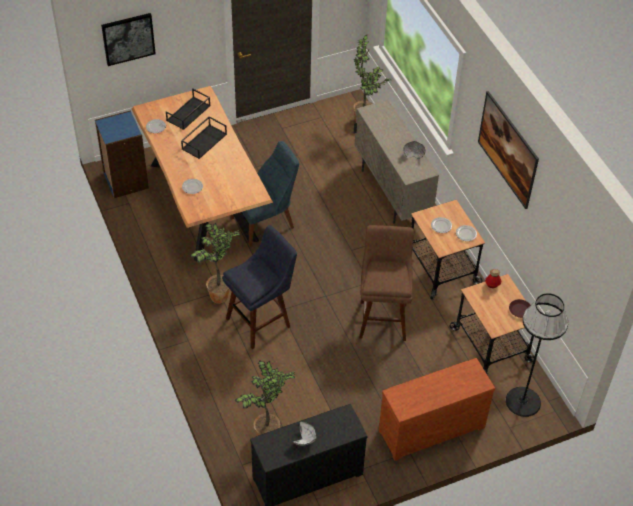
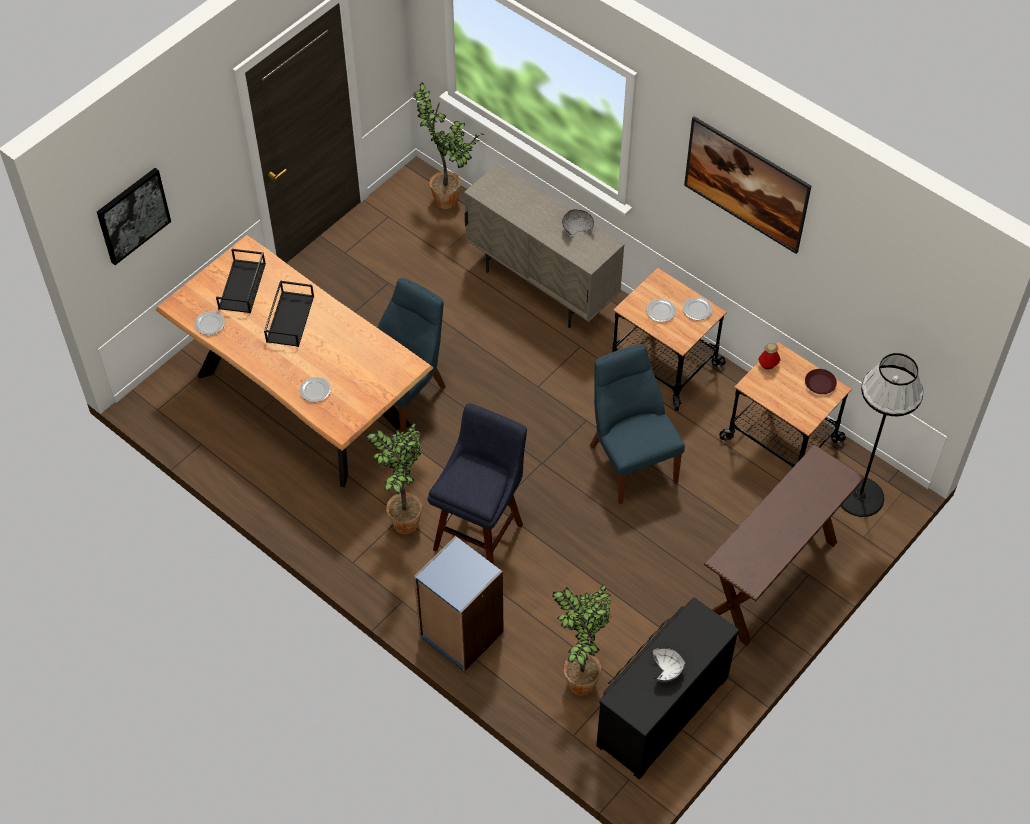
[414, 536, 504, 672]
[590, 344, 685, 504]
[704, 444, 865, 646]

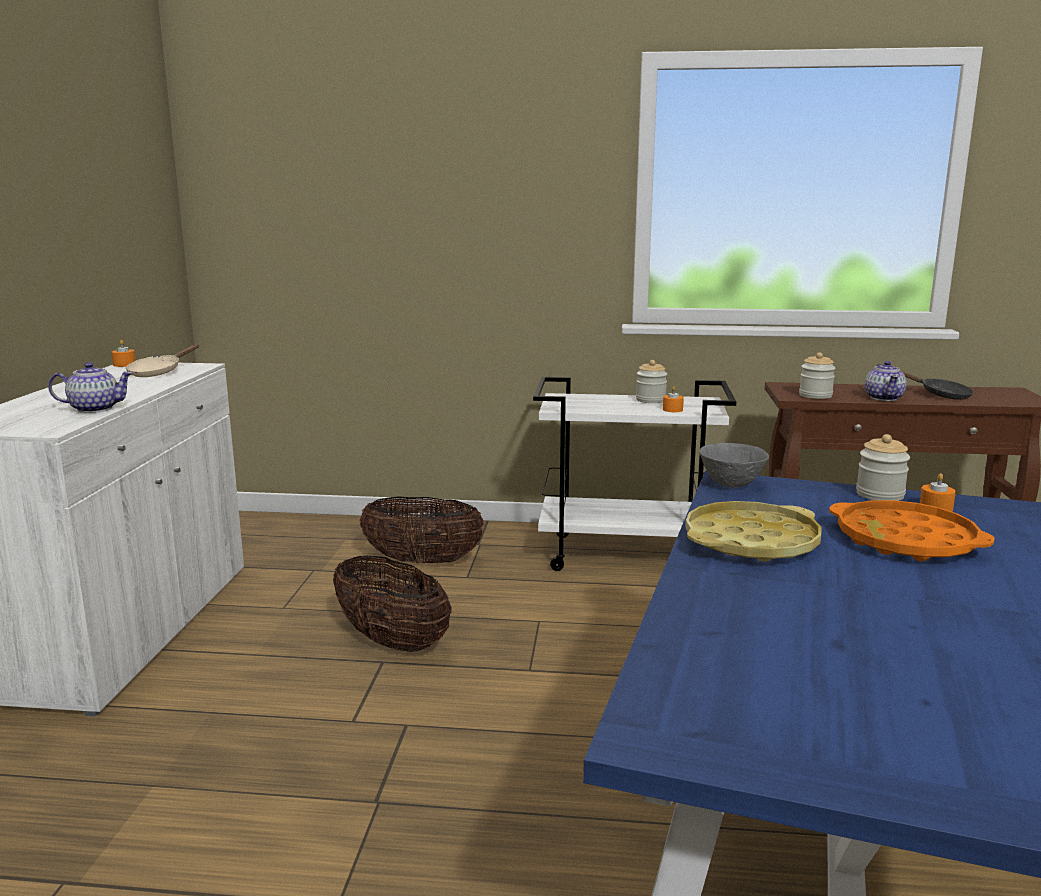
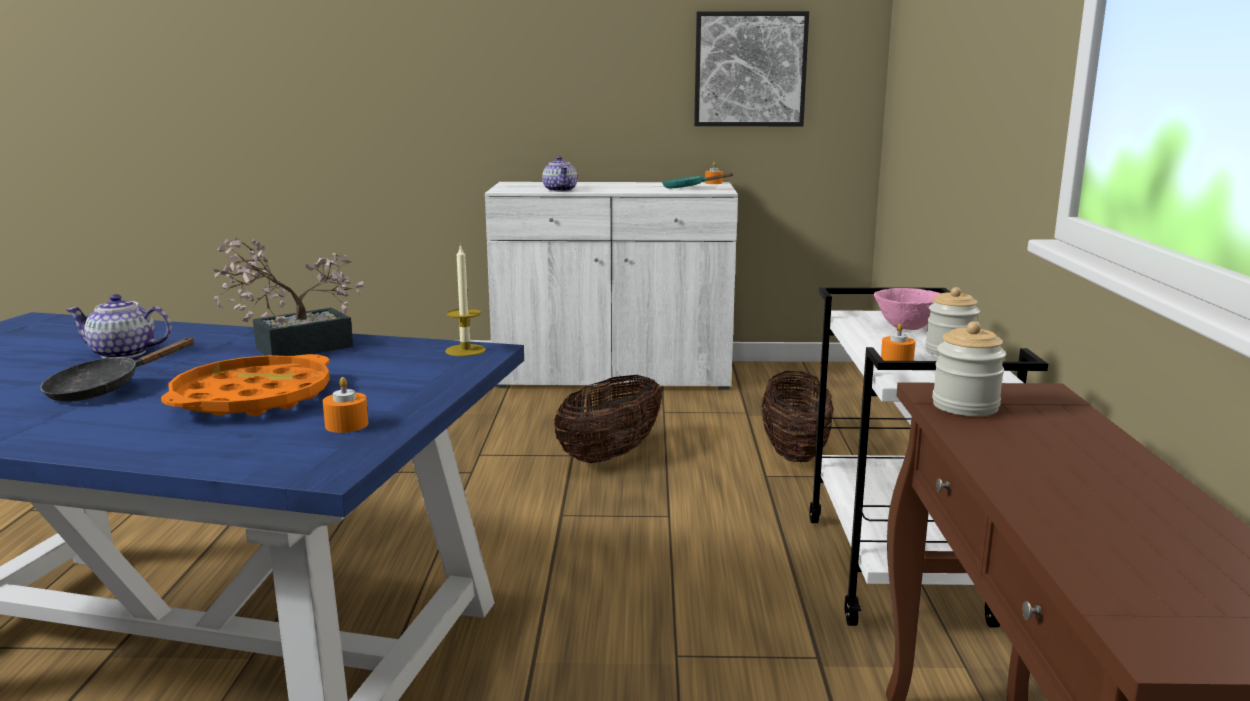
[40, 338, 196, 402]
[66, 294, 172, 358]
[213, 237, 364, 356]
[445, 244, 486, 357]
[662, 173, 734, 188]
[694, 11, 809, 126]
[874, 288, 941, 330]
[856, 434, 910, 501] (first image)

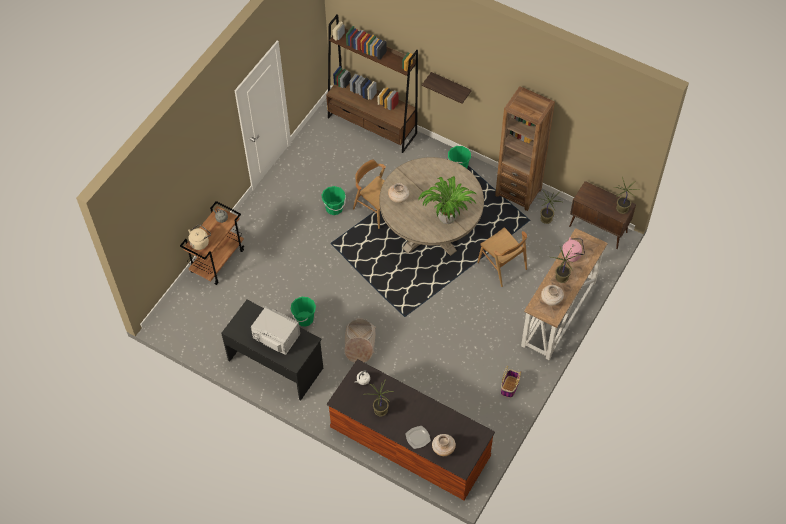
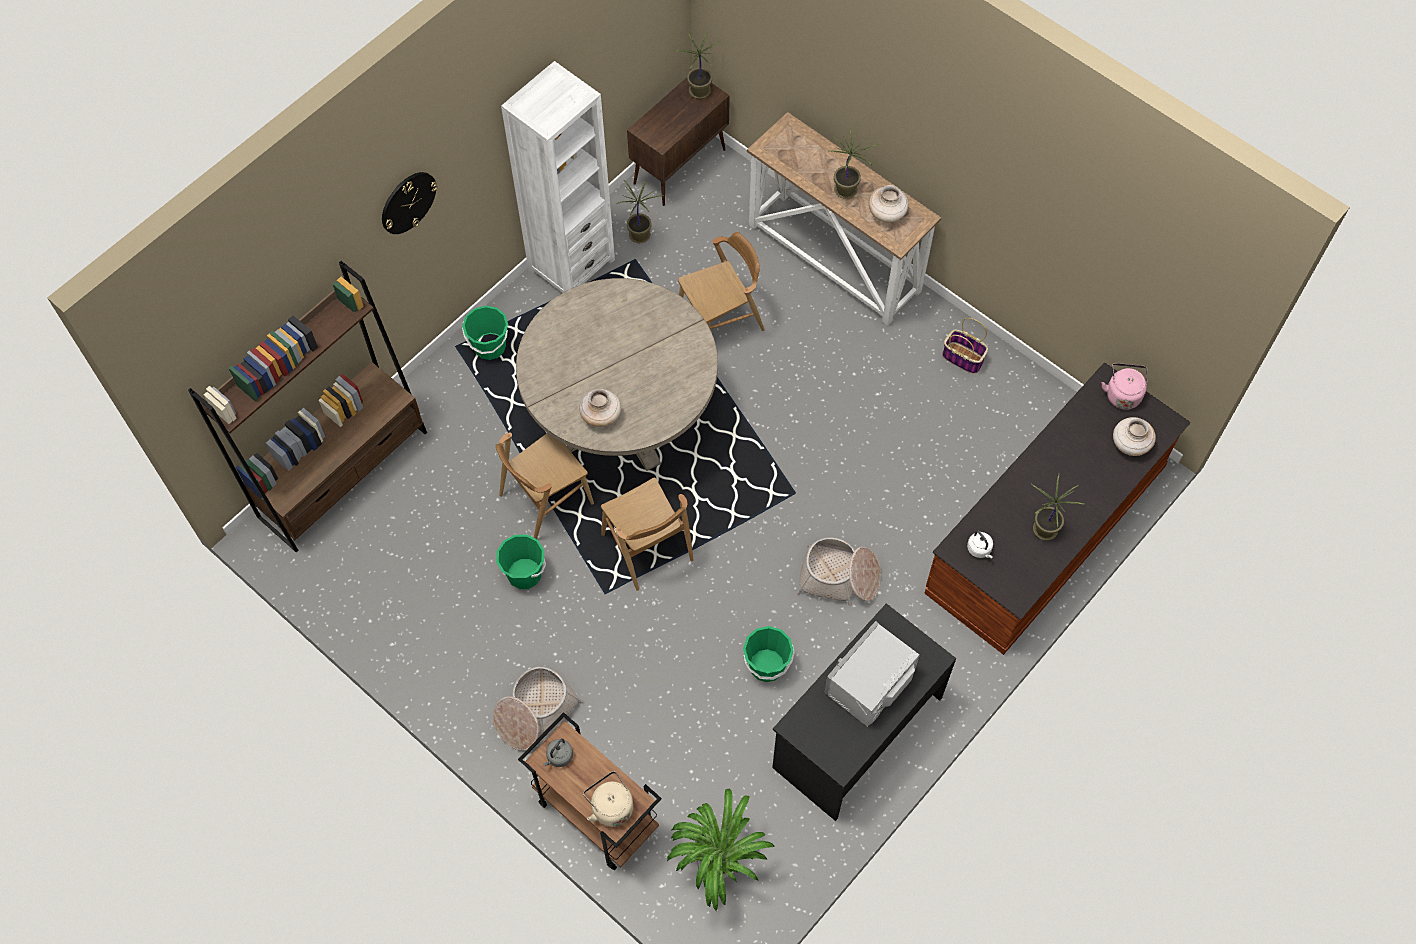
[382, 172, 438, 234]
[493, 666, 583, 751]
[501, 61, 615, 293]
[601, 478, 694, 591]
[667, 788, 775, 911]
[1102, 363, 1147, 410]
[405, 426, 431, 449] (first image)
[422, 72, 472, 104] (first image)

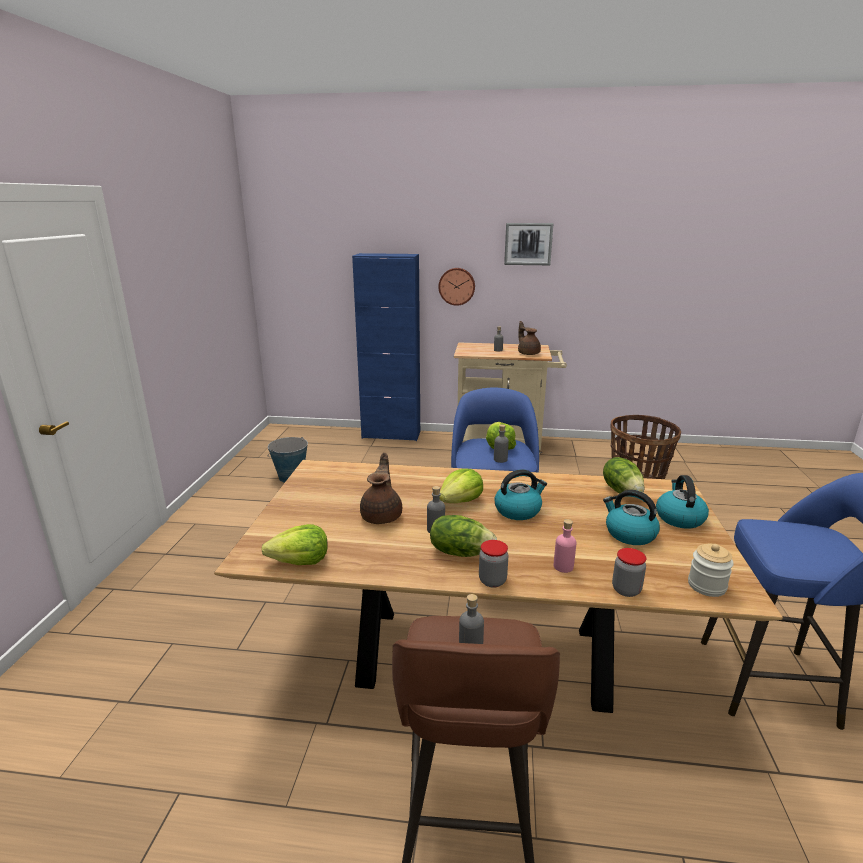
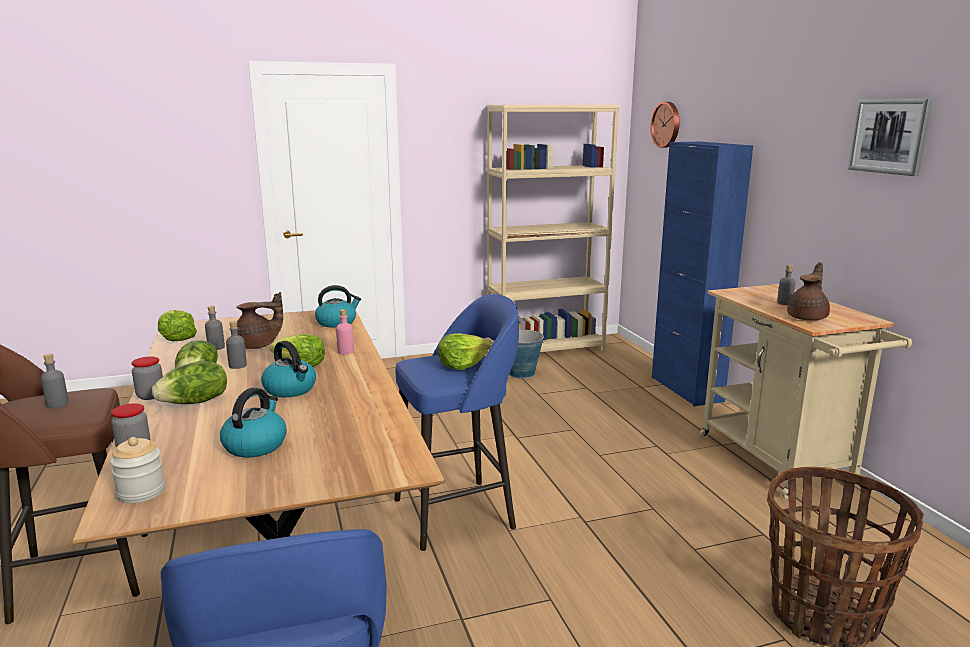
[152, 361, 227, 404]
[205, 306, 225, 350]
[315, 285, 361, 328]
[336, 309, 354, 355]
[487, 105, 619, 352]
[651, 102, 680, 148]

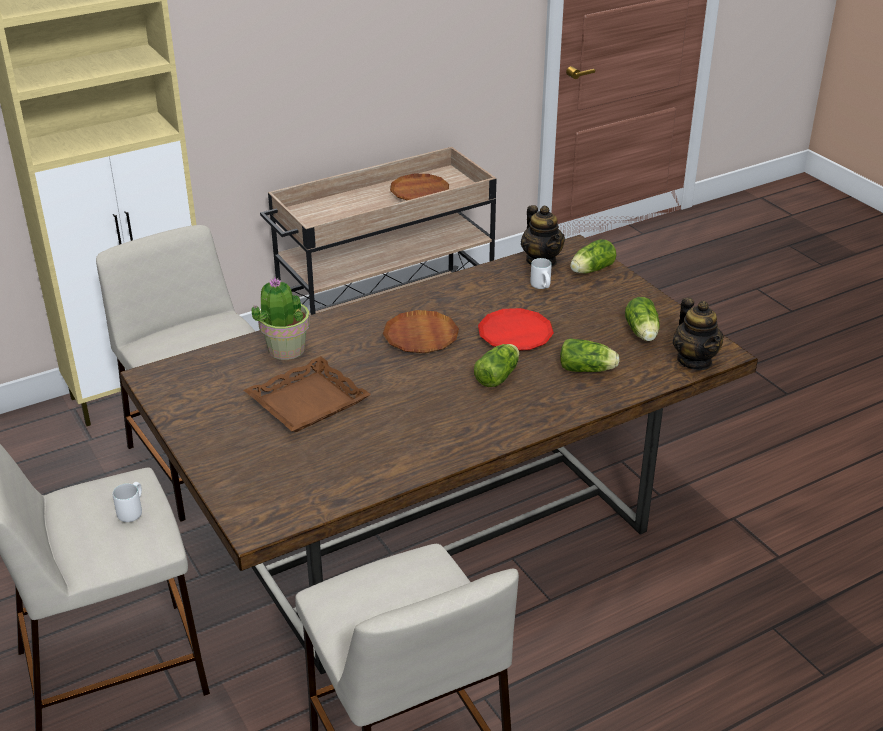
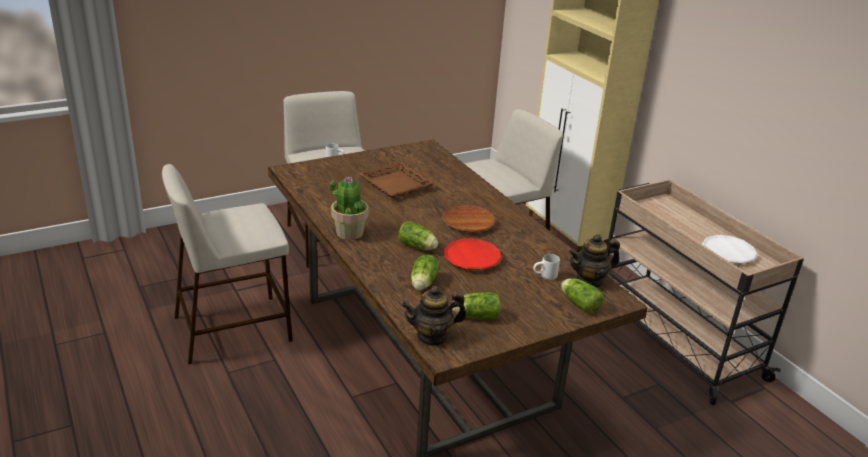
[330, 176, 369, 240]
[702, 235, 758, 264]

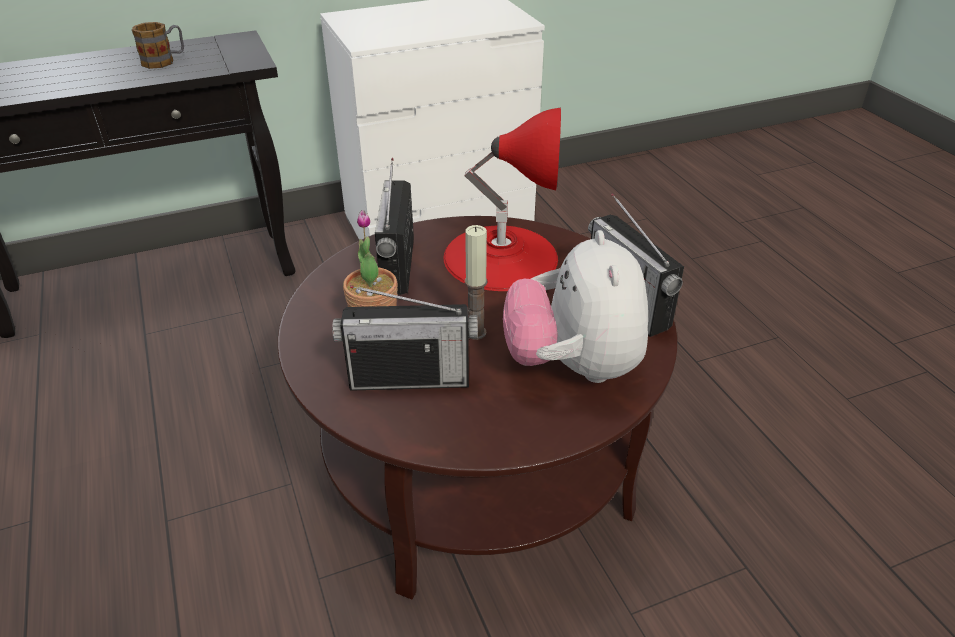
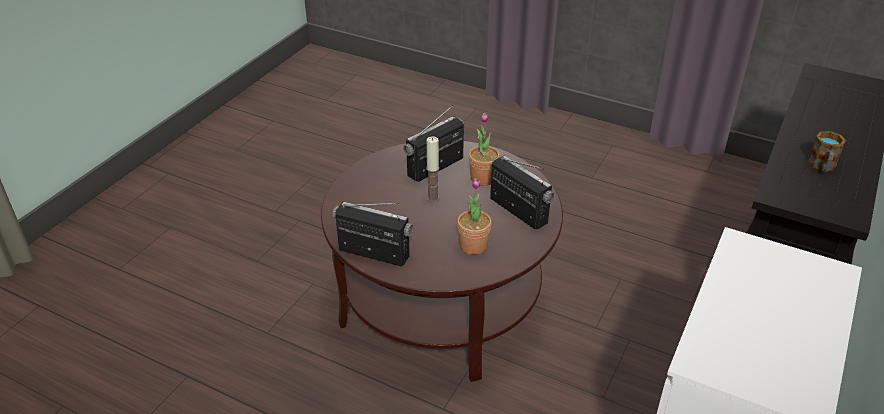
[457, 178, 492, 255]
[503, 230, 648, 383] (first image)

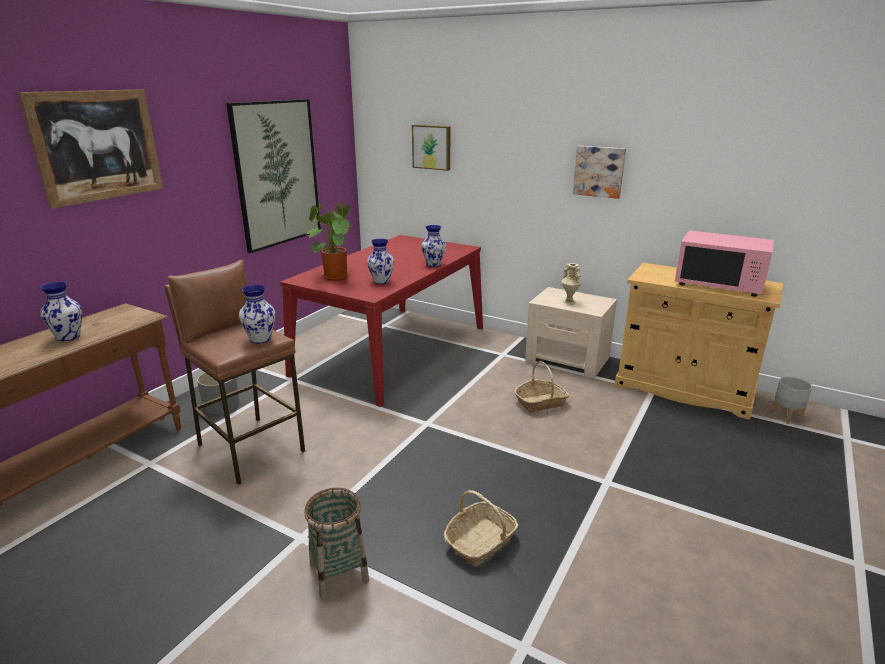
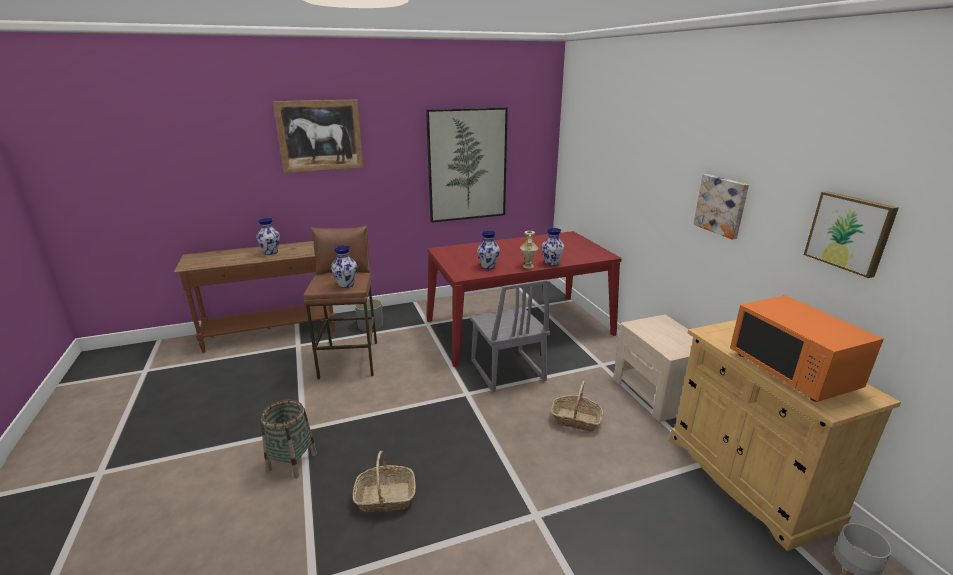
[469, 280, 550, 392]
[520, 231, 538, 269]
[730, 295, 884, 402]
[804, 191, 899, 278]
[307, 203, 356, 281] (first image)

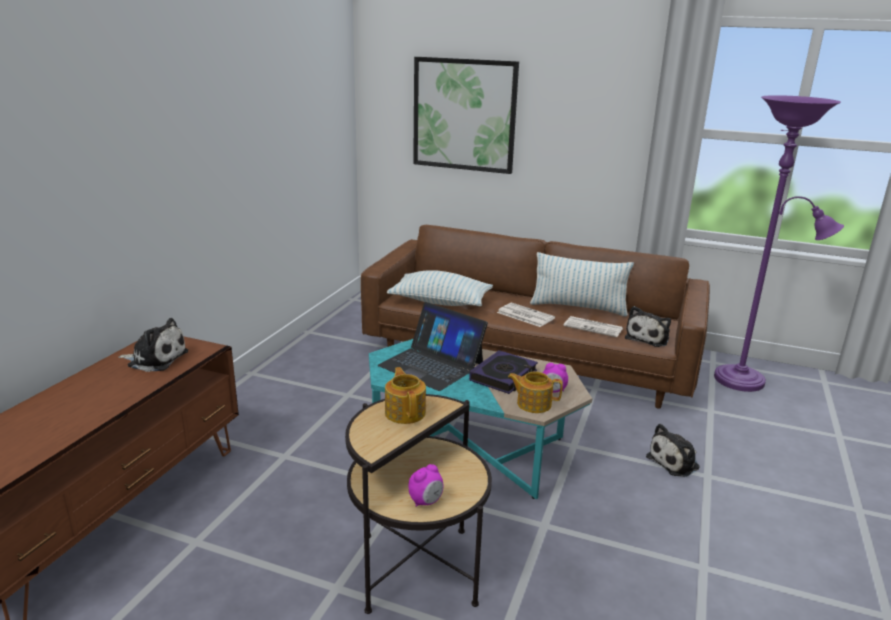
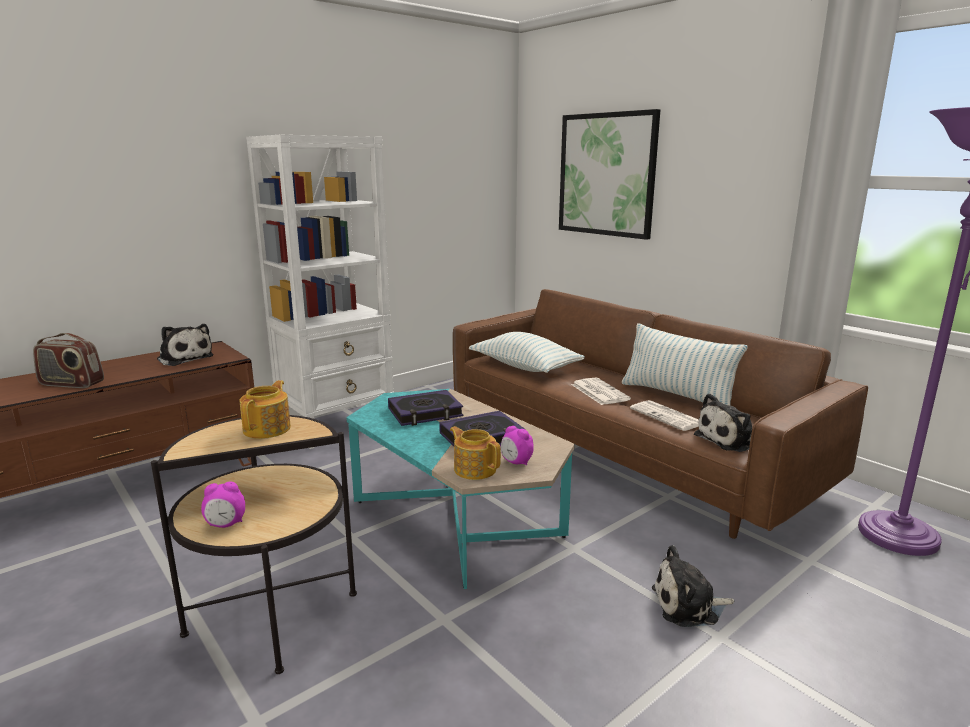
[33, 333, 104, 388]
[246, 135, 394, 449]
[388, 390, 463, 426]

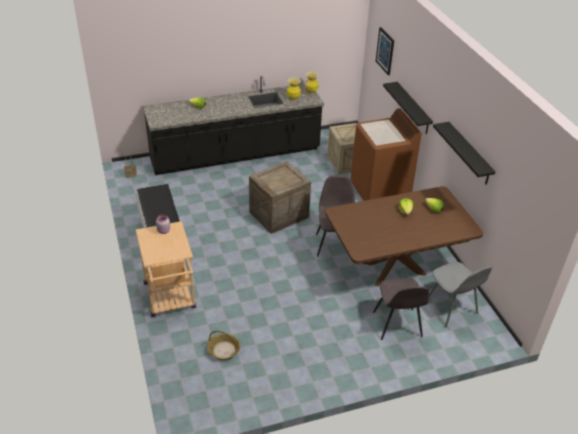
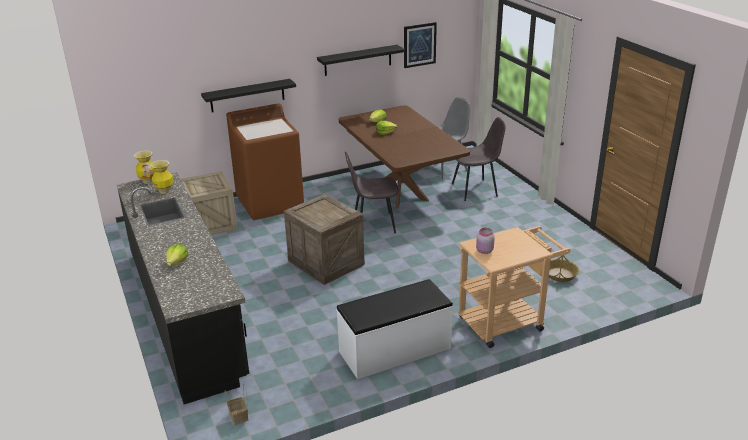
[404, 22, 437, 68]

